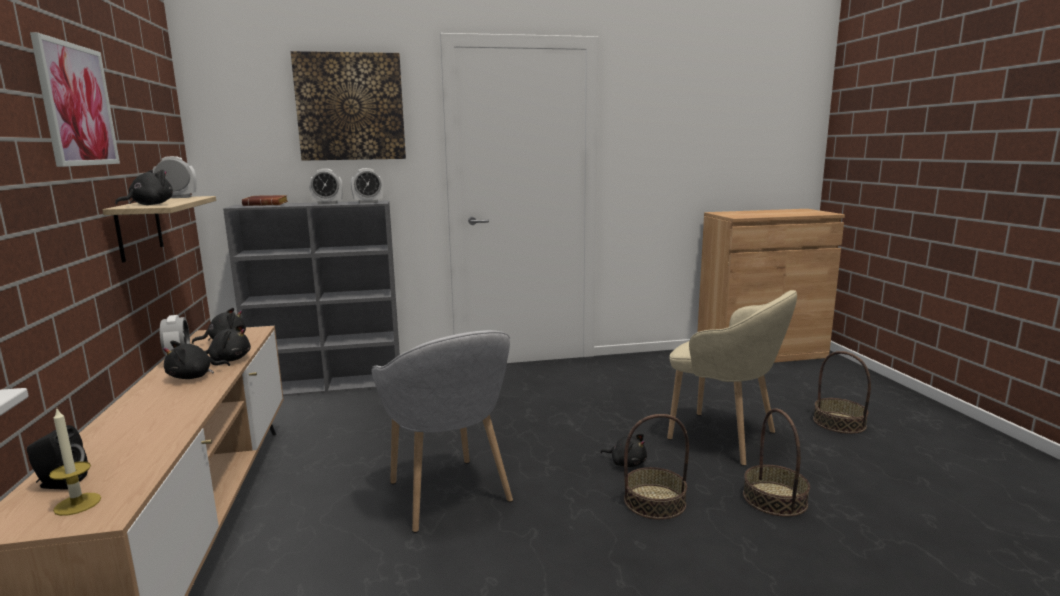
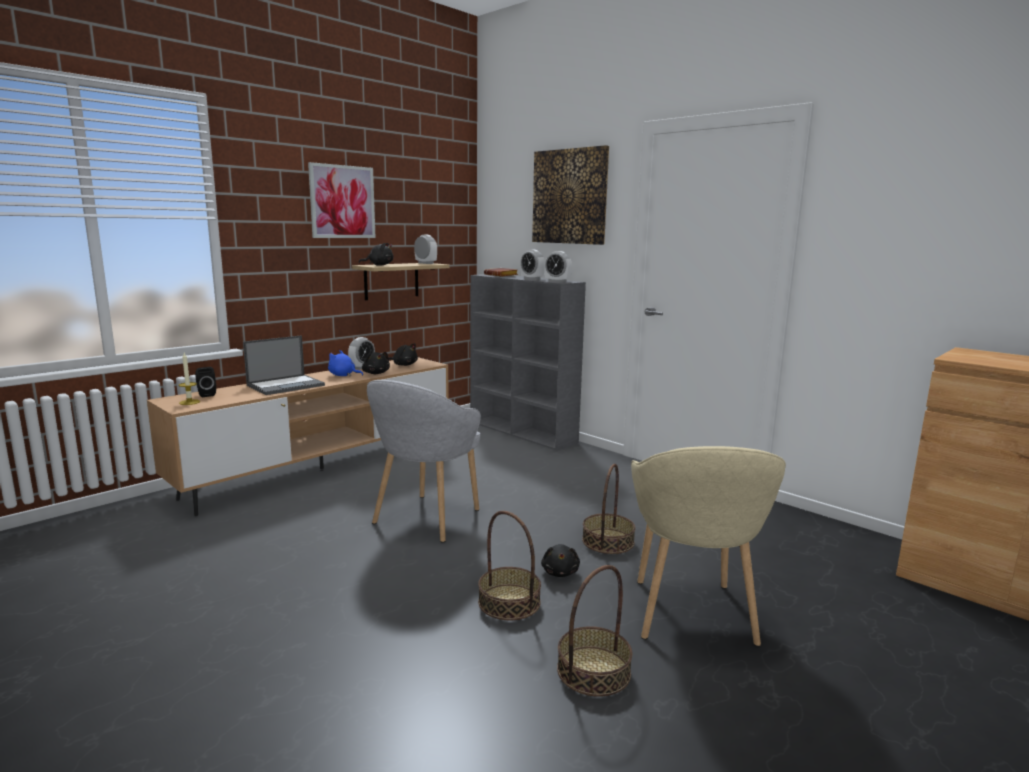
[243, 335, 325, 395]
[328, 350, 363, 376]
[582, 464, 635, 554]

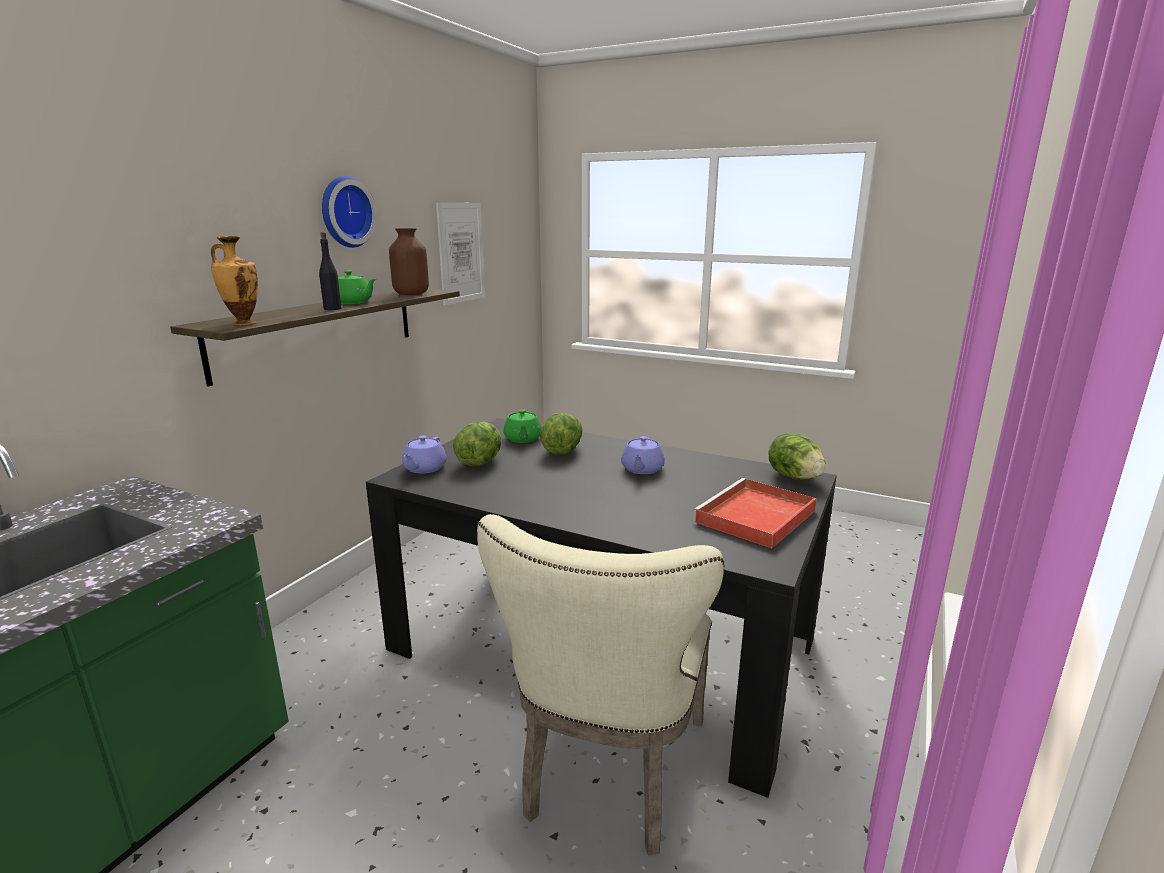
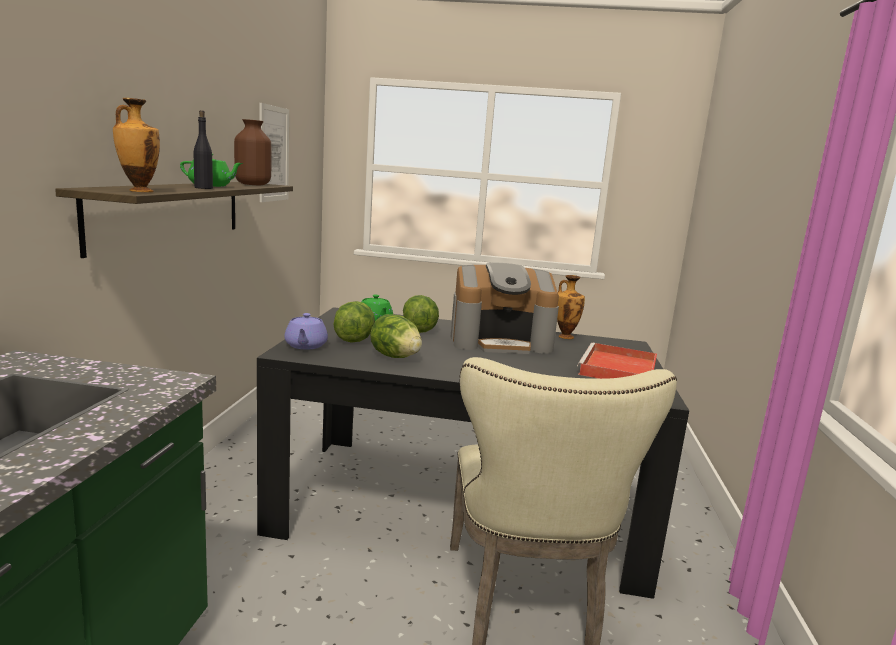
[370, 314, 422, 358]
[451, 262, 559, 354]
[557, 275, 585, 339]
[322, 176, 377, 248] (first image)

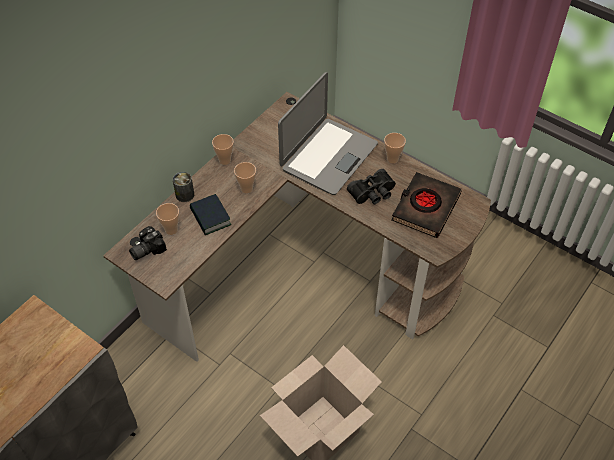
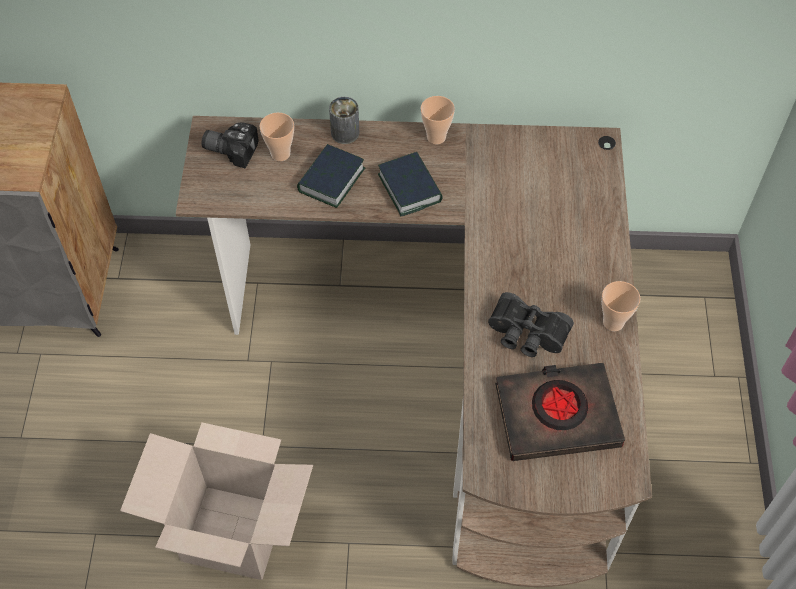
[378, 152, 443, 216]
[278, 72, 378, 195] (first image)

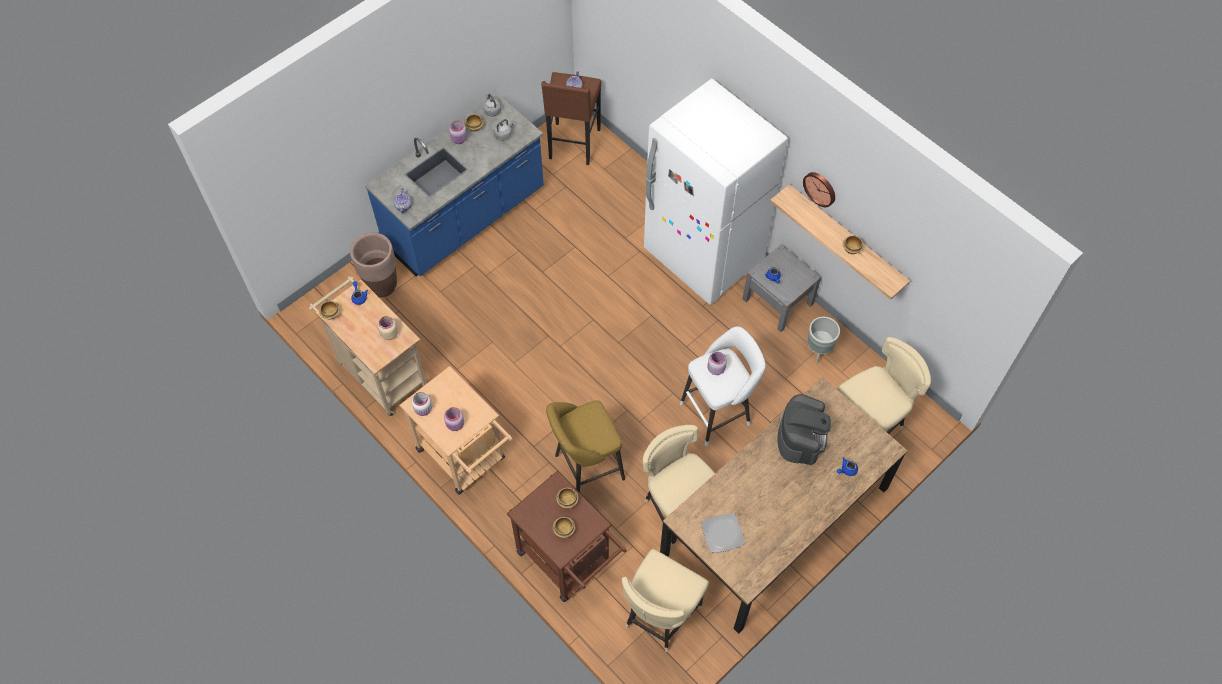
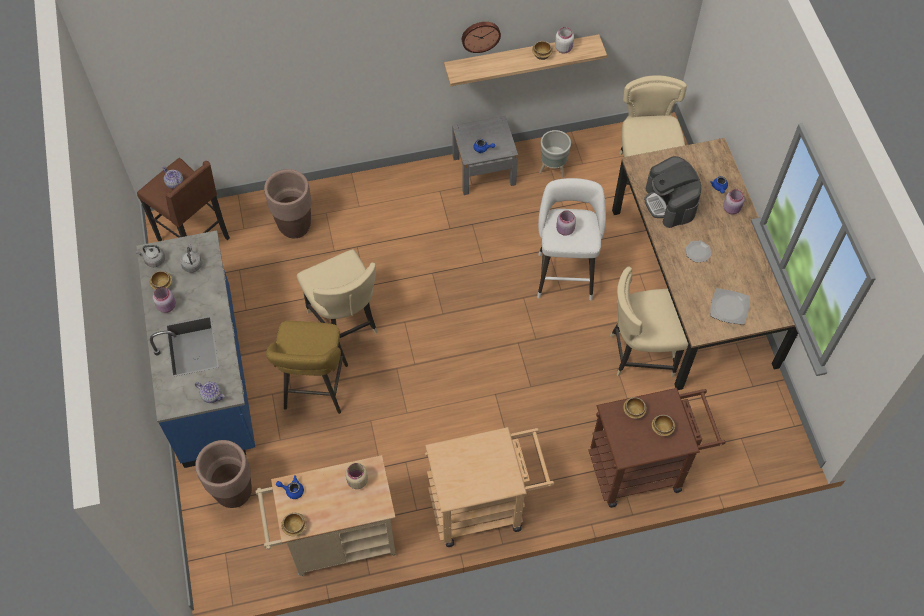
[264, 169, 311, 238]
[266, 321, 348, 414]
[297, 249, 378, 338]
[555, 27, 574, 53]
[644, 156, 701, 228]
[685, 241, 712, 262]
[723, 189, 745, 214]
[644, 79, 788, 305] (first image)

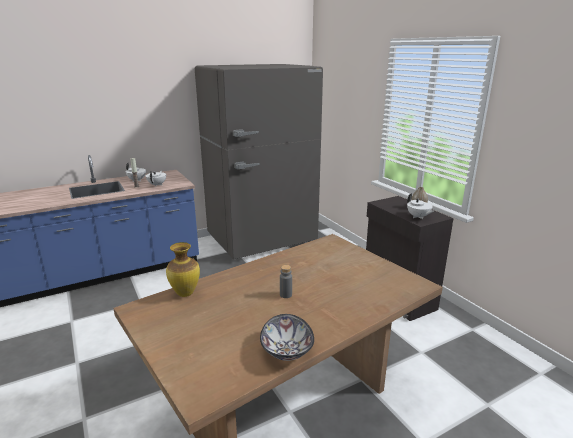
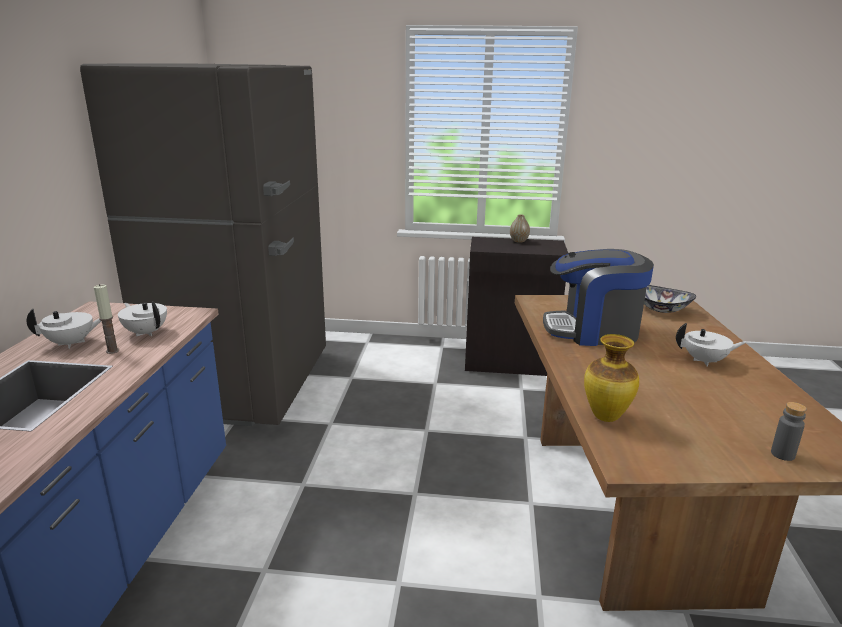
[543, 249, 654, 346]
[644, 285, 696, 313]
[676, 323, 746, 367]
[771, 402, 807, 461]

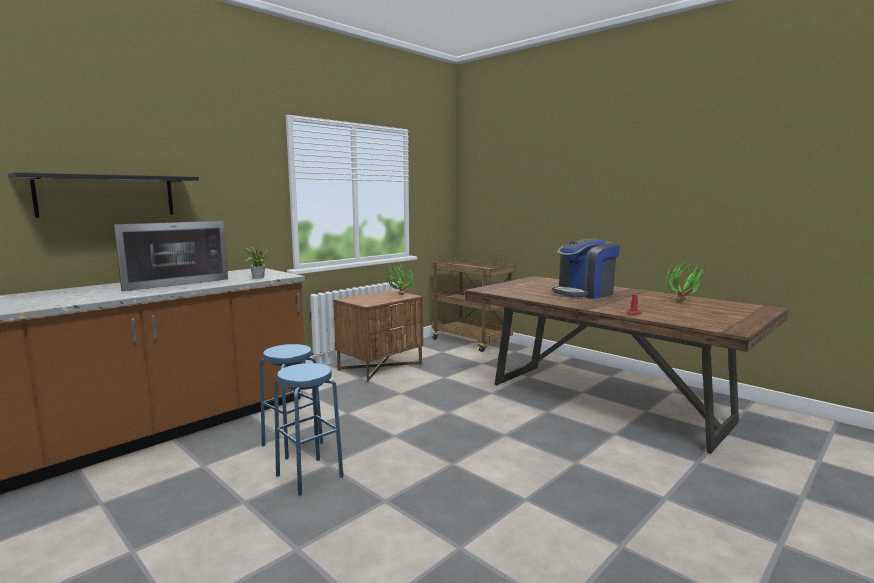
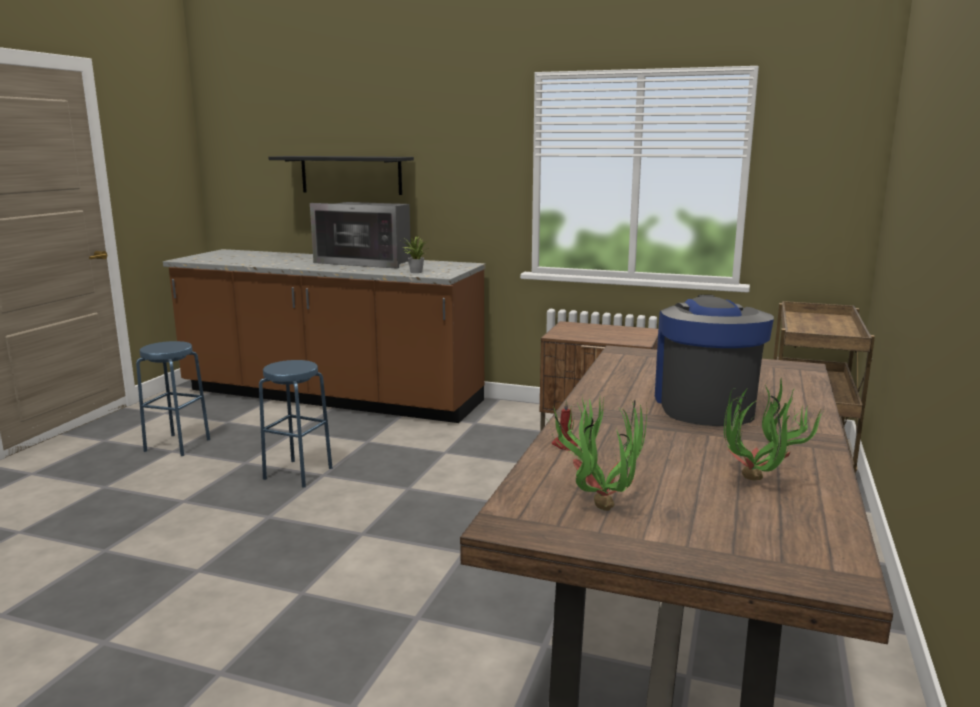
[136, 341, 210, 456]
[548, 393, 647, 511]
[655, 295, 774, 426]

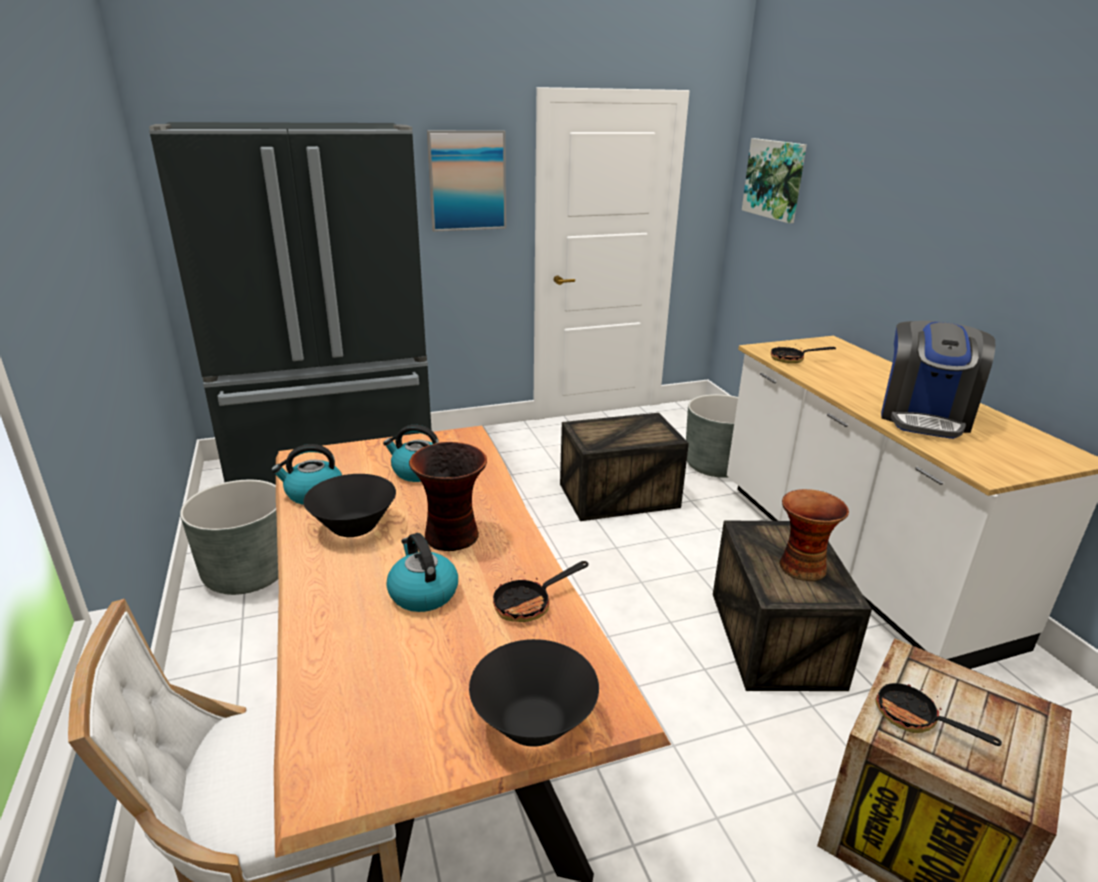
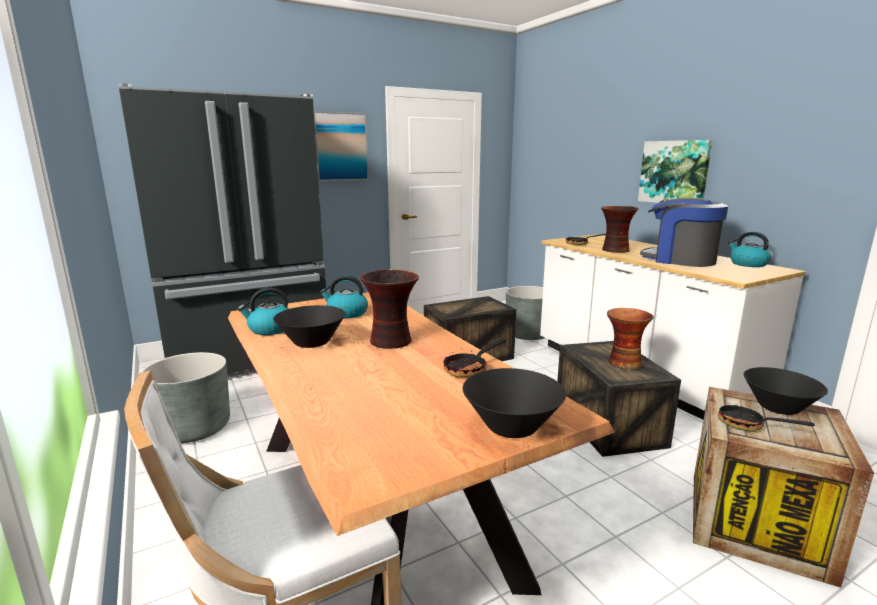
[601, 206, 639, 253]
[638, 140, 712, 203]
[640, 198, 728, 267]
[728, 232, 771, 267]
[744, 367, 828, 415]

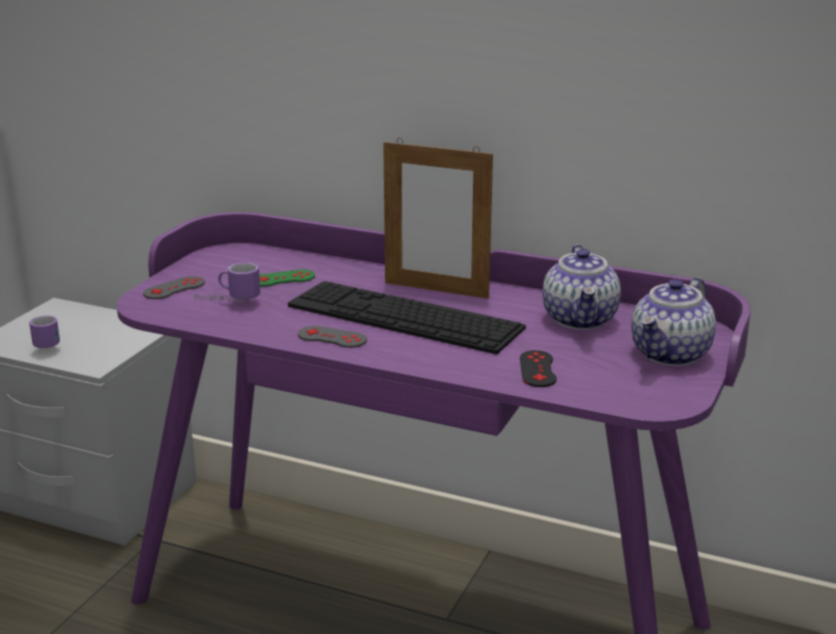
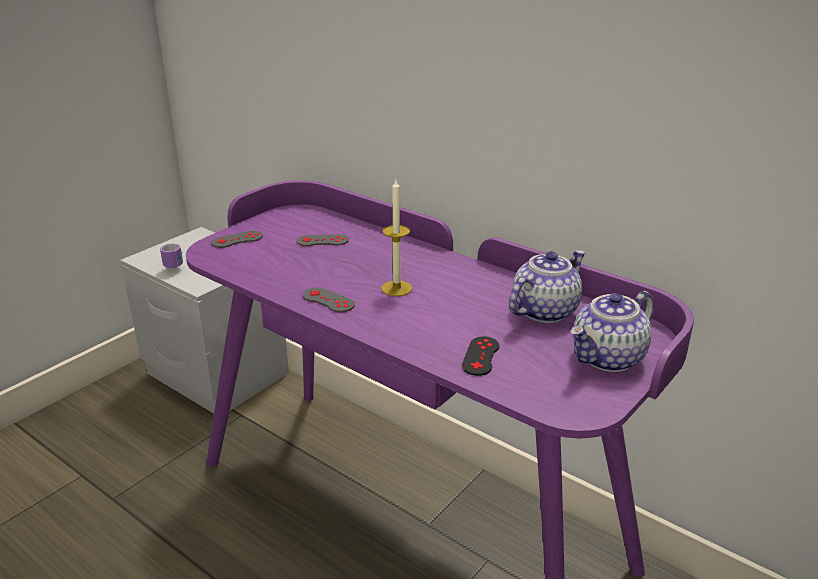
[296, 234, 349, 246]
[381, 180, 413, 296]
[509, 250, 585, 323]
[194, 262, 260, 303] (first image)
[383, 138, 493, 299] (first image)

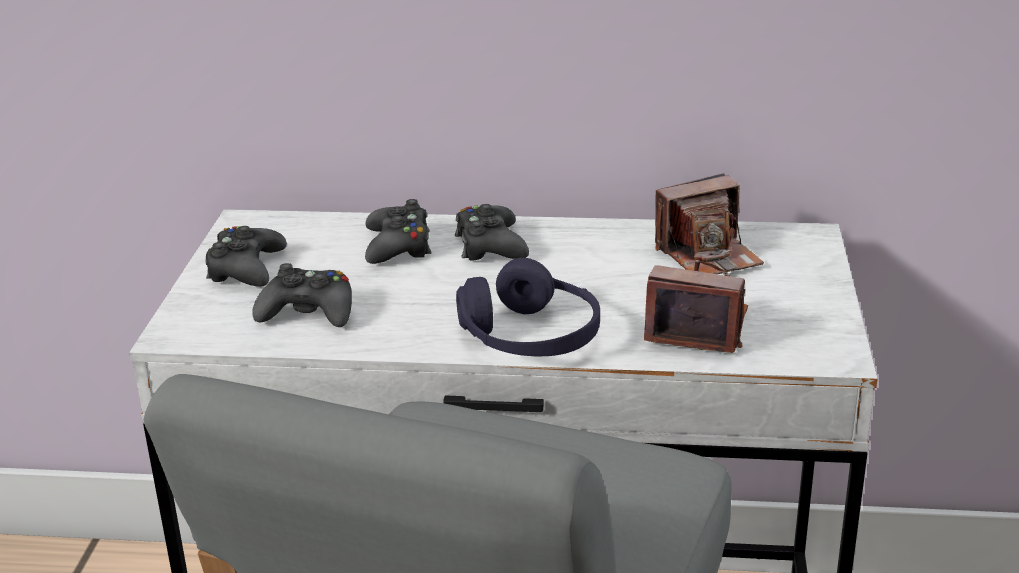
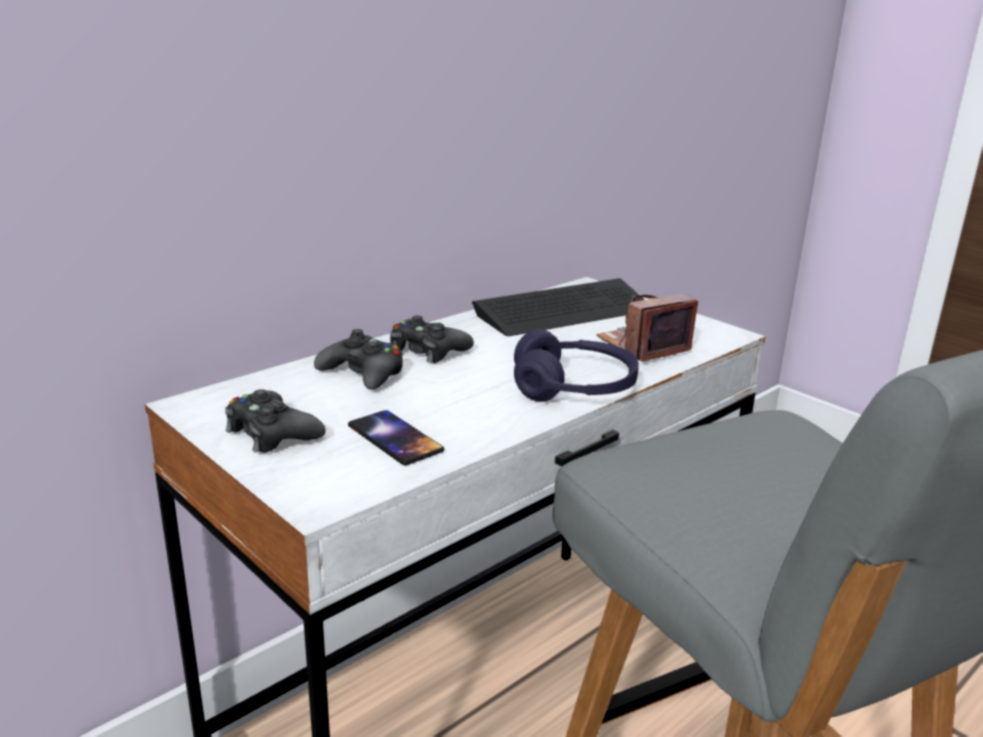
[348, 410, 444, 465]
[472, 278, 645, 336]

